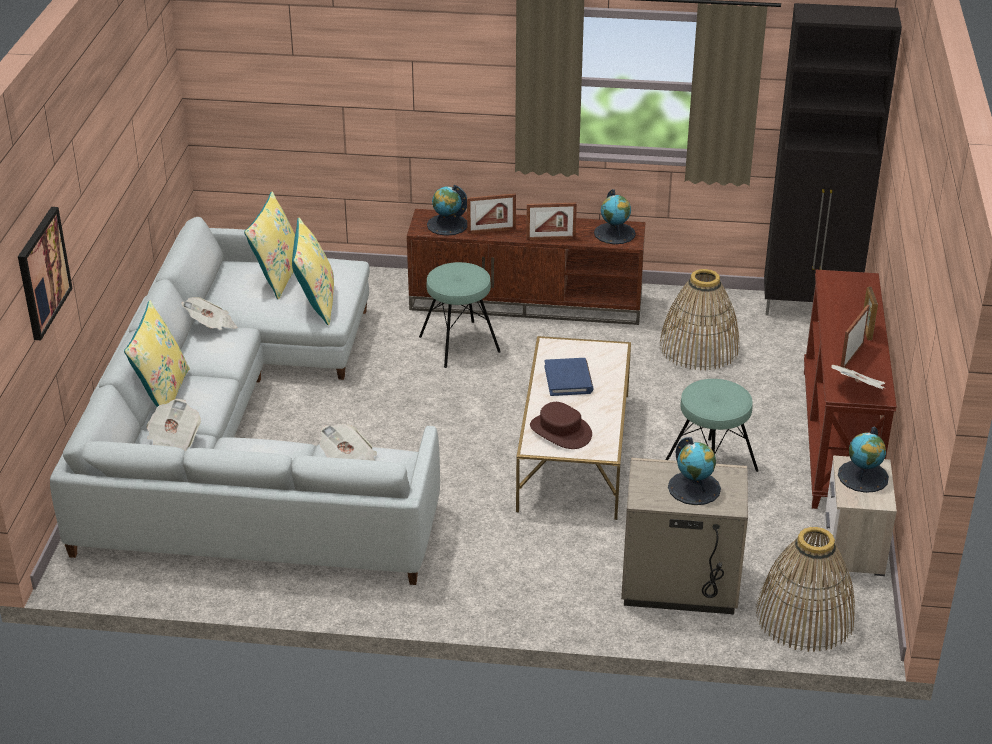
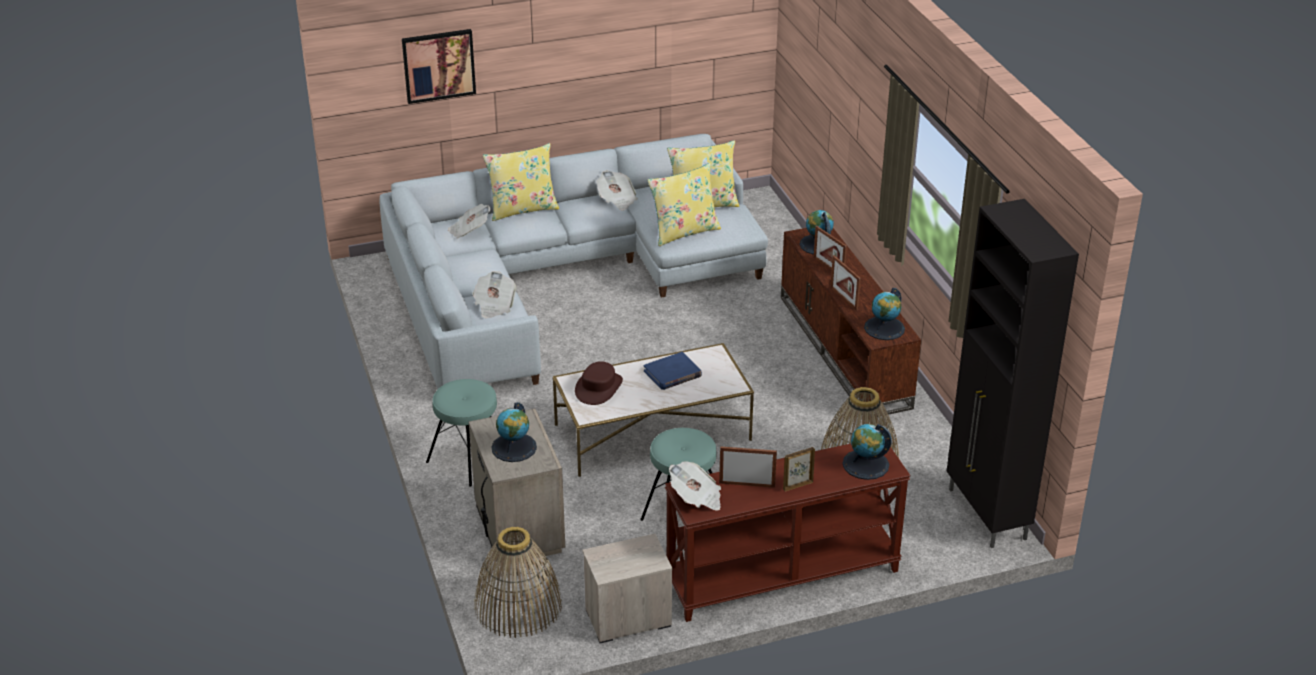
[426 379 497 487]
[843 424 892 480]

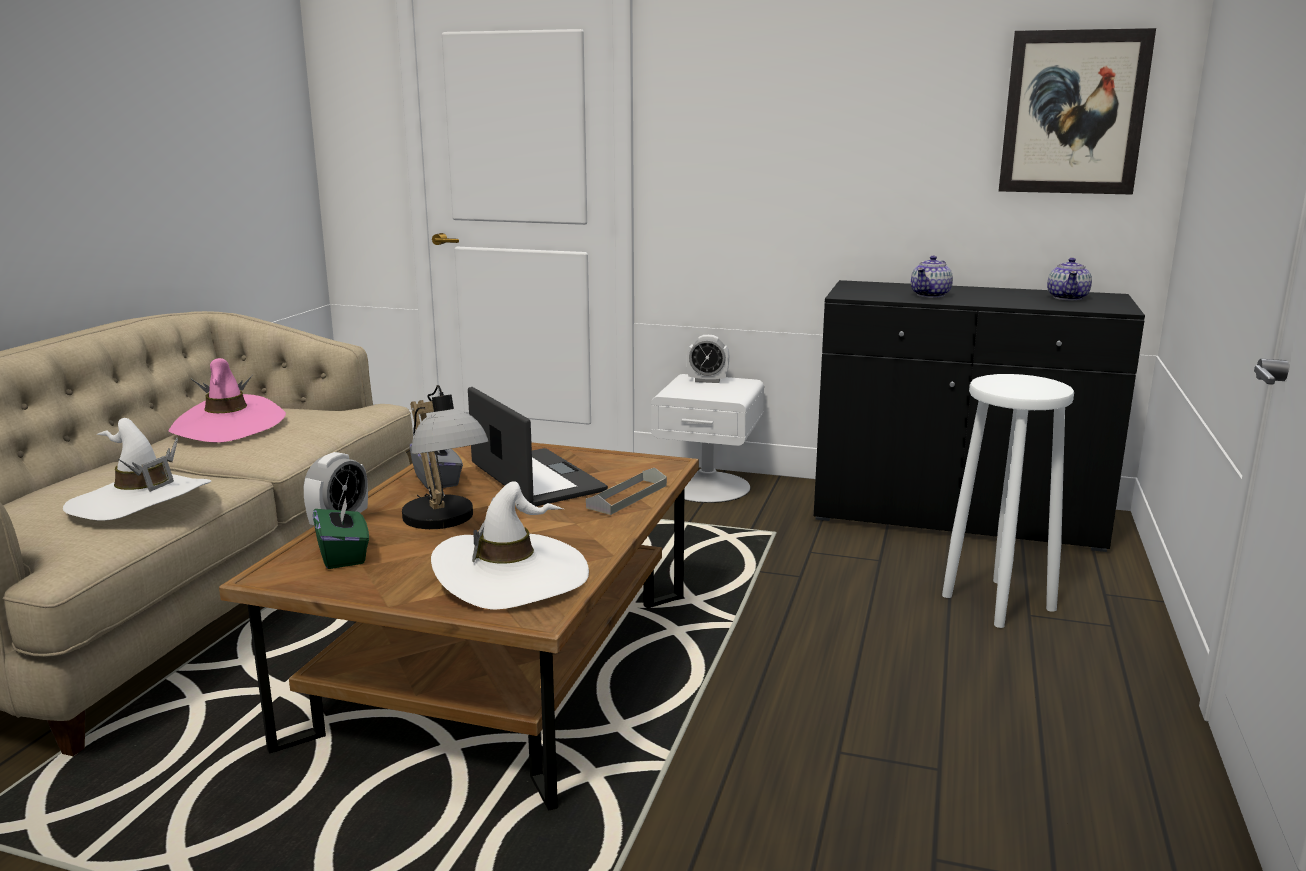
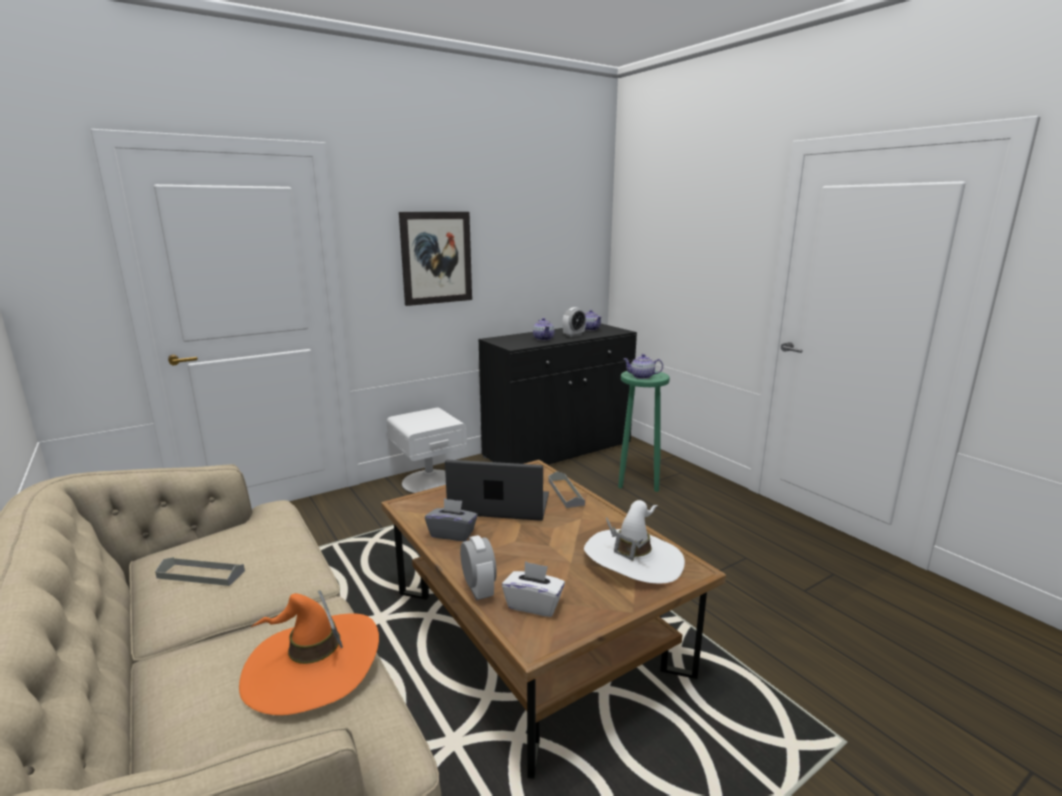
[402 385 488 529] (first image)
[623 354 663 379]
[562 307 586 337]
[399 212 472 306]
[155 557 245 586]
[239 590 379 715]
[502 561 565 617]
[618 371 670 492]

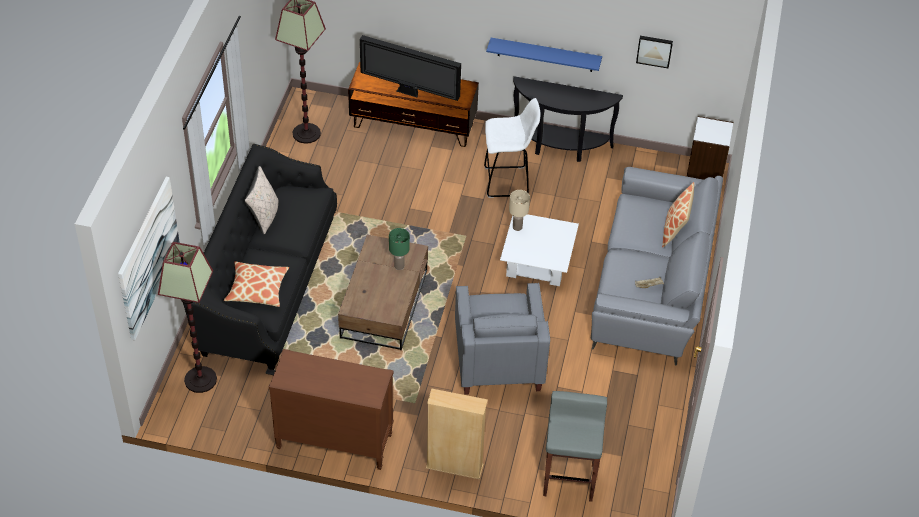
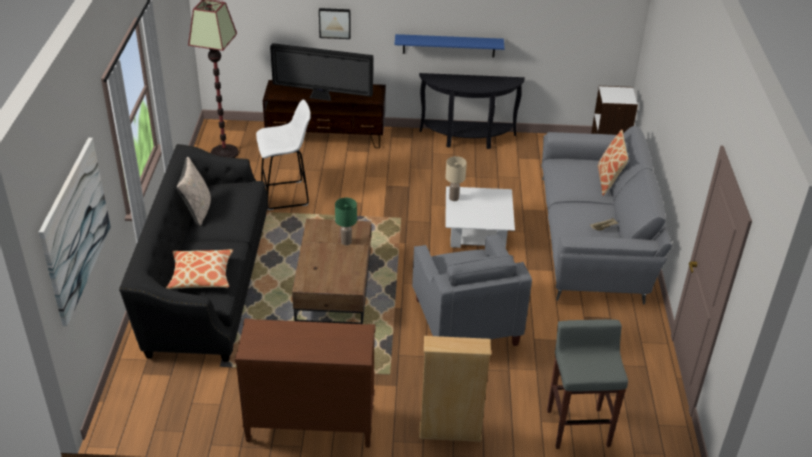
[158 242 217 393] (first image)
[256 100 311 210]
[319 8 351 39]

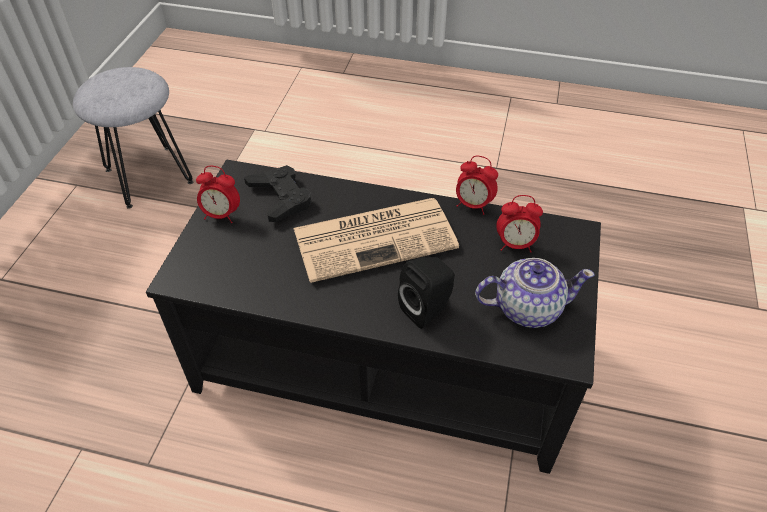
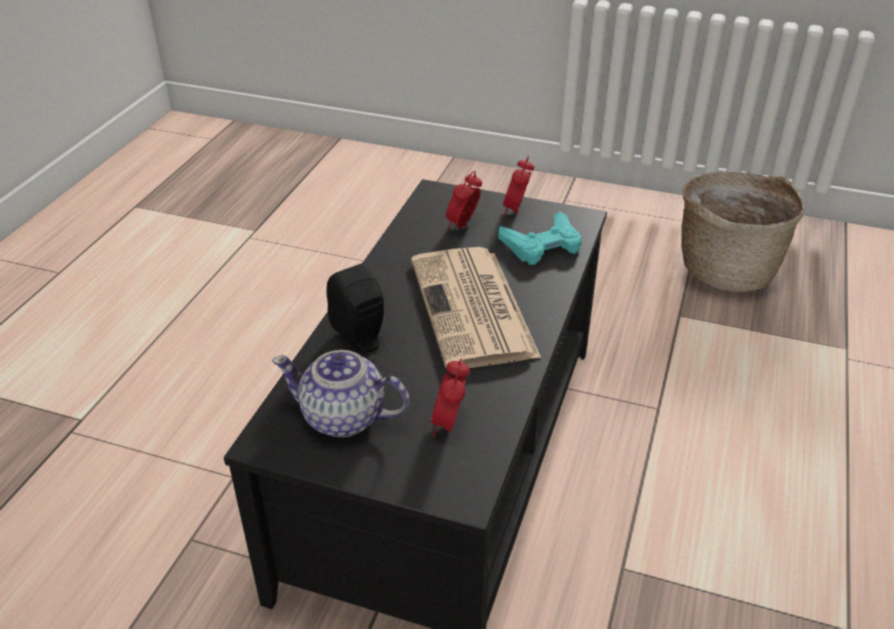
[446 171 482 230]
[681 172 804 292]
[498 211 582 265]
[272 350 409 437]

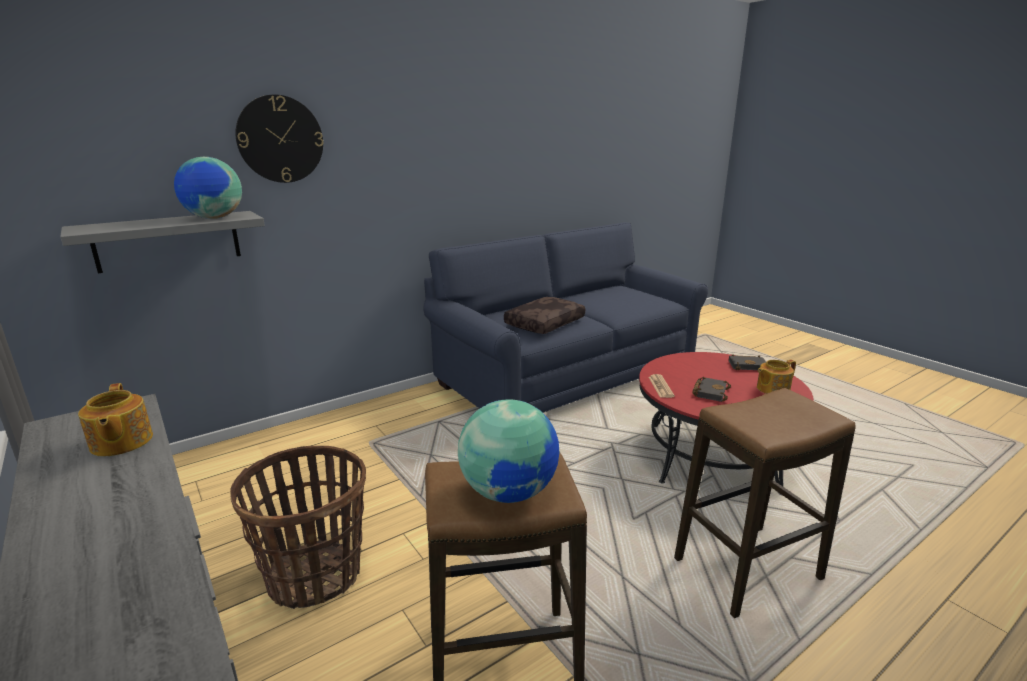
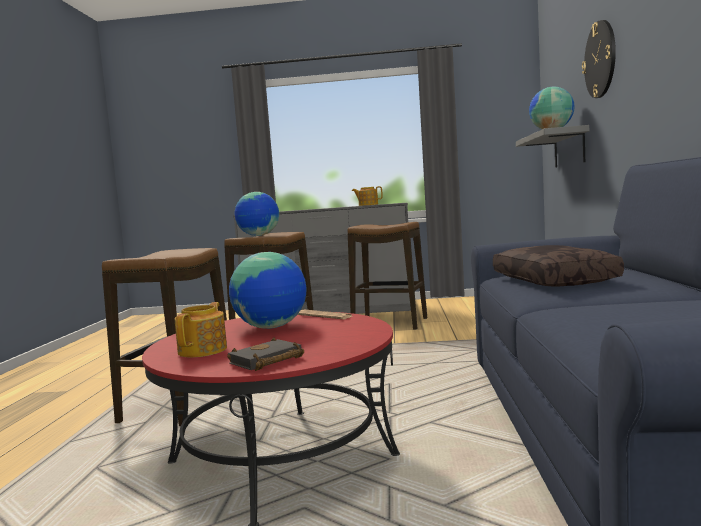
[348 222 427 330]
[229 252 306 329]

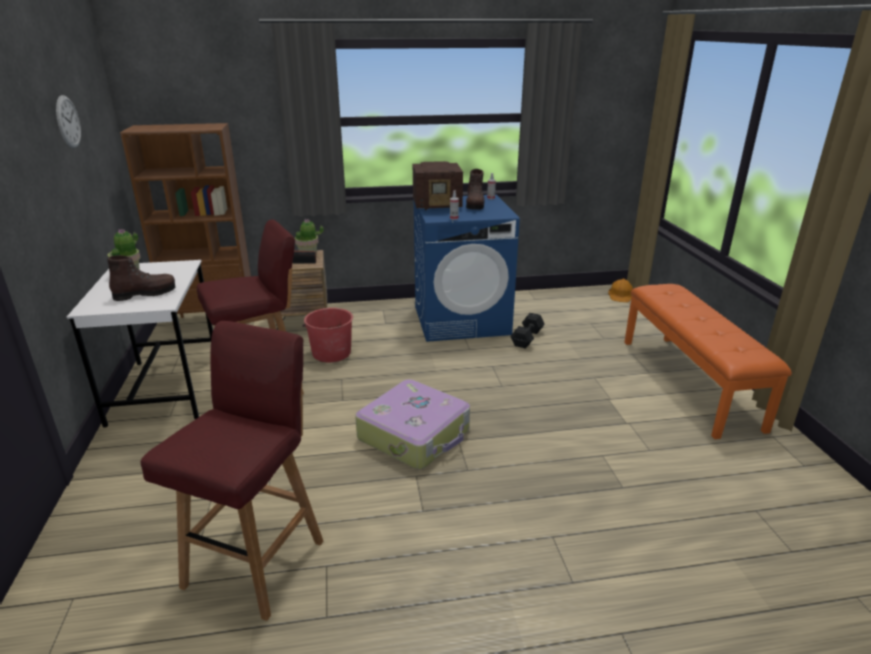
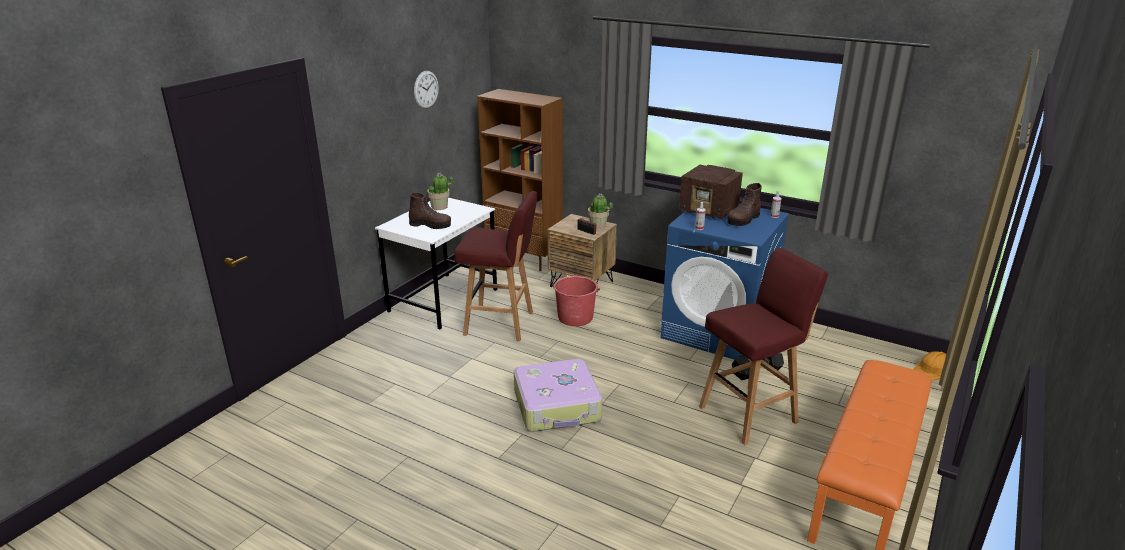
[699 248 828 445]

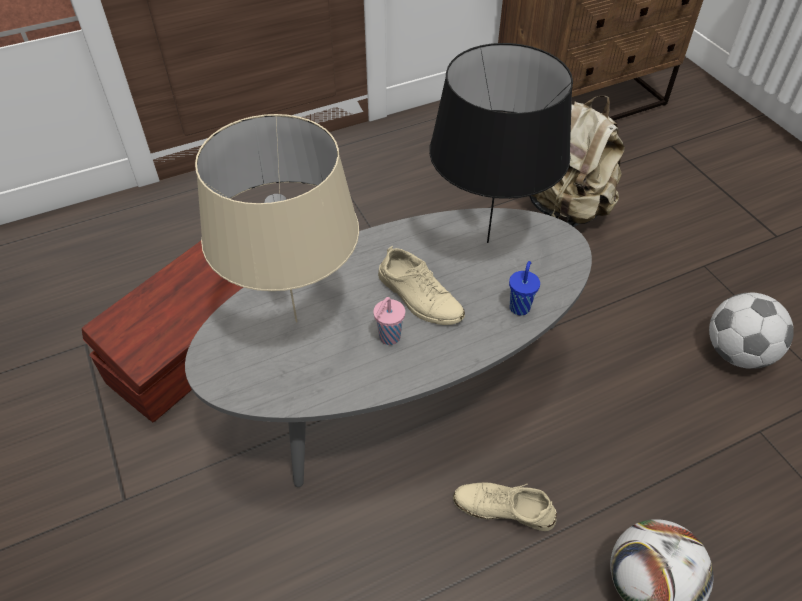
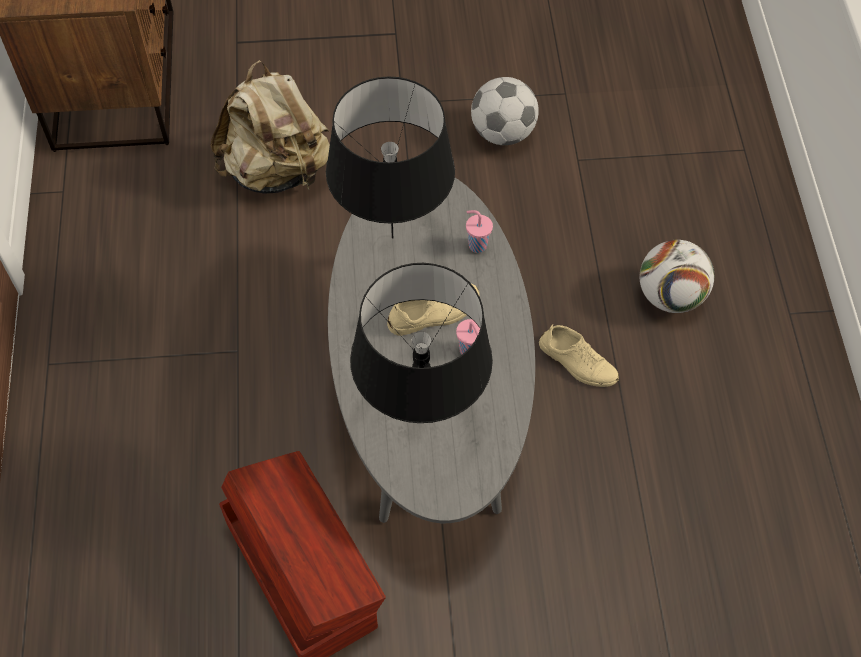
[350 263 493 423]
[466 210 493 253]
[539 325 619 387]

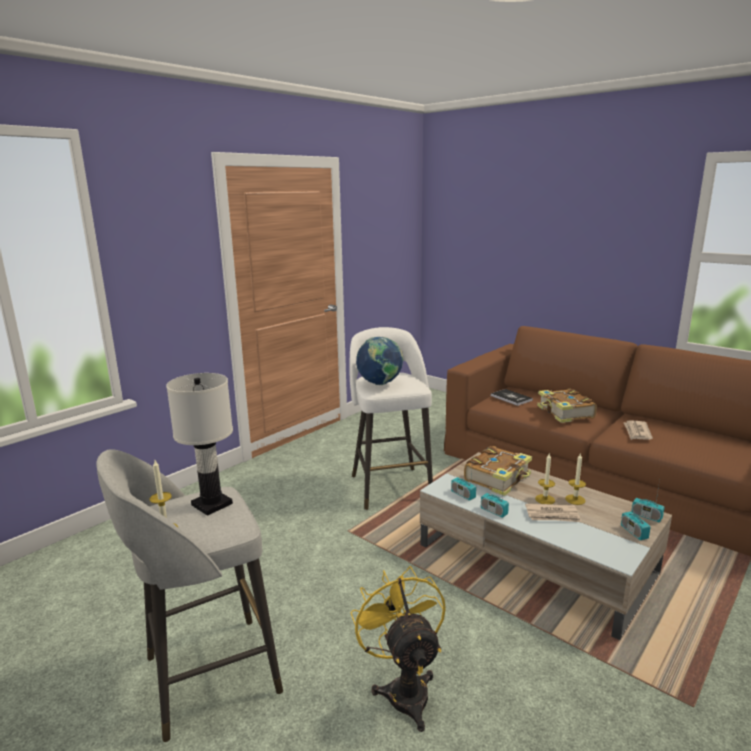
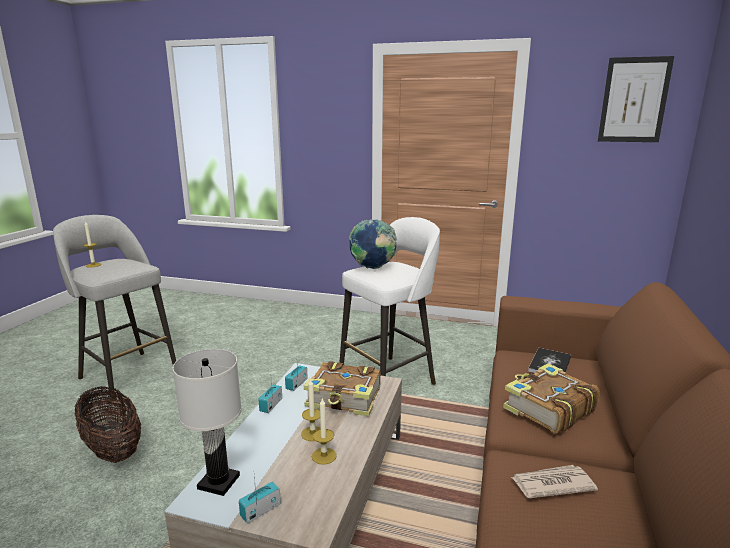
[525 503 582 522] (first image)
[631 480 664 522] (first image)
[598 56 674 142]
[173 349 242 496]
[74 386 141 463]

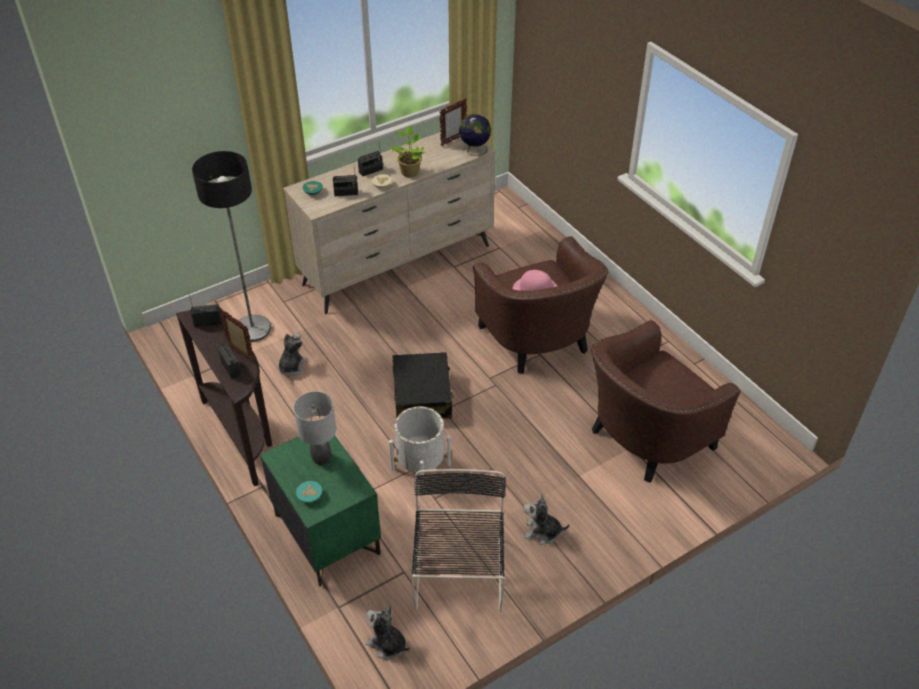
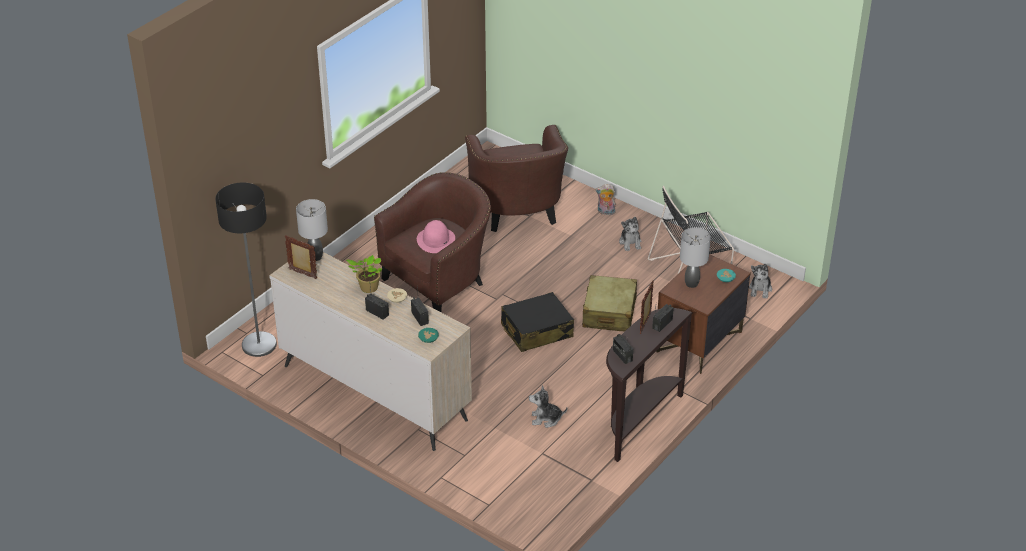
[595 184 616 215]
[215 182 277 357]
[582 275 637 332]
[296 199 328 261]
[656 254 751 374]
[465 125 568 232]

